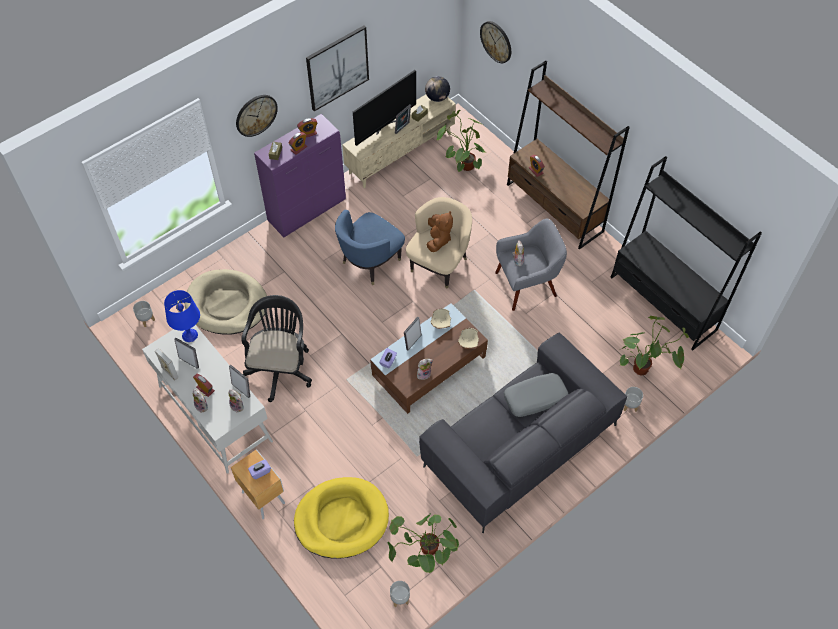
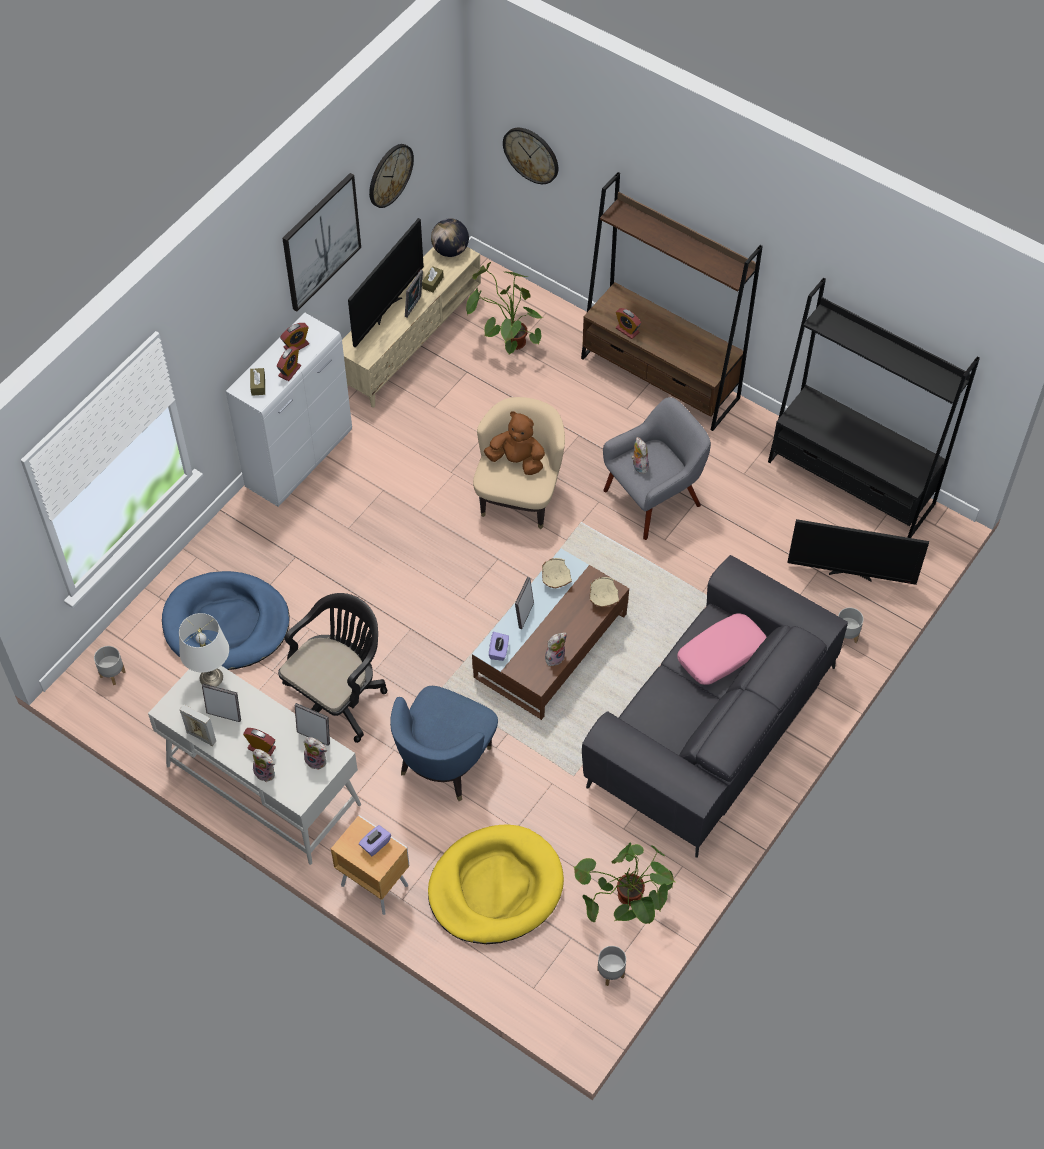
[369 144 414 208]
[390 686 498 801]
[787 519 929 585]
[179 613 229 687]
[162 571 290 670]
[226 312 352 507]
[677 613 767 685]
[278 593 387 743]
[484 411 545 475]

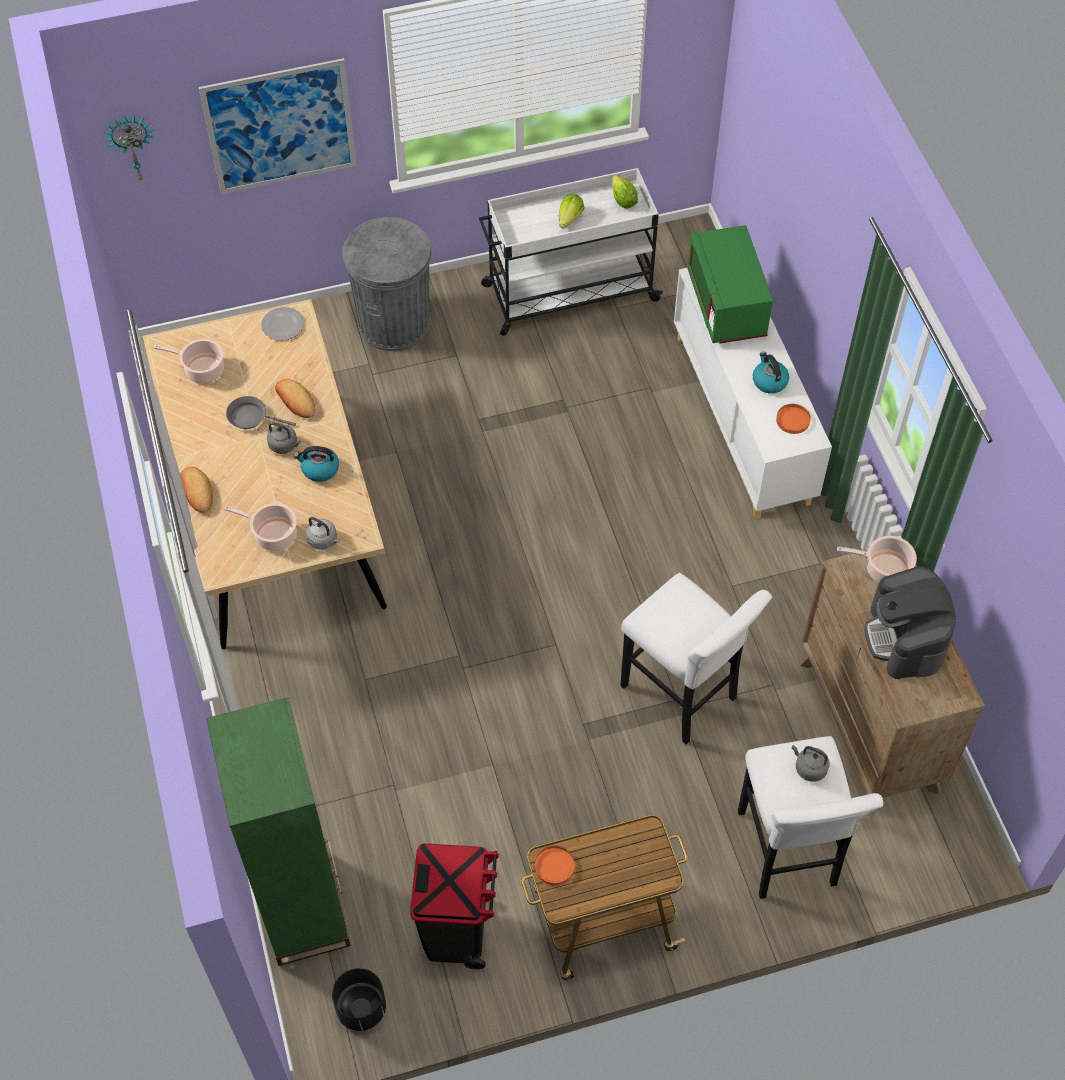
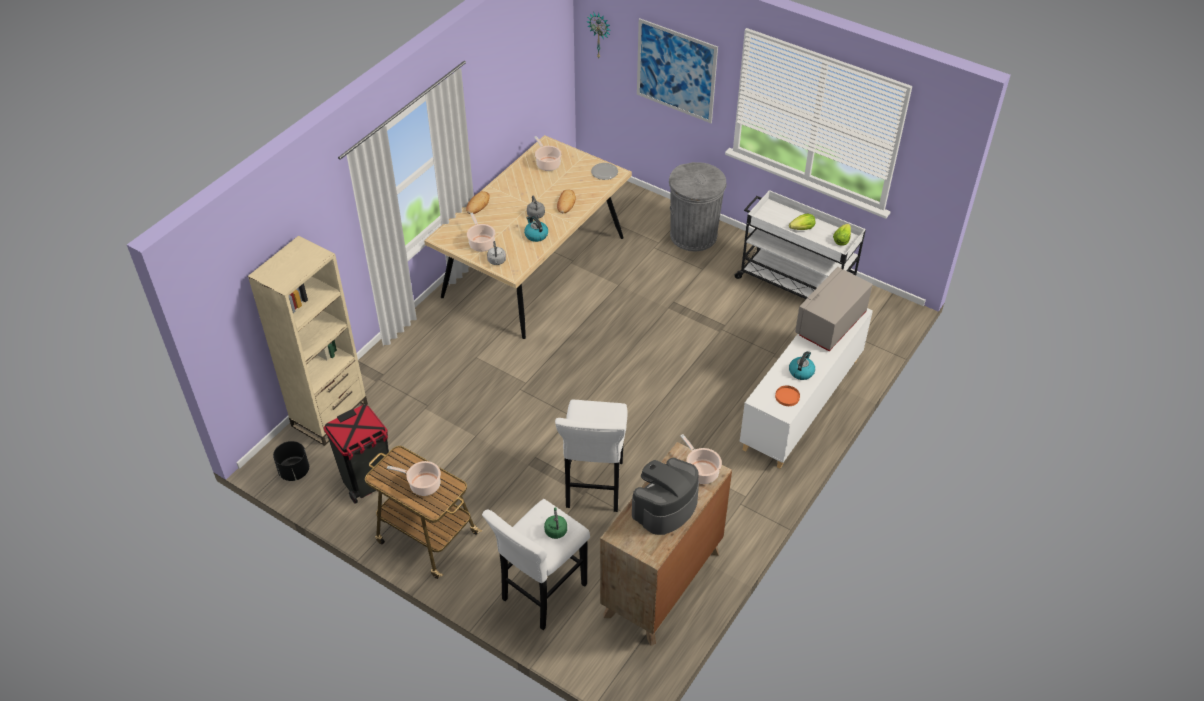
[226 396 296 429] (first image)
[535 846 575 886] (first image)
[387 461 441 496]
[248 235 368 446]
[795 267 873 351]
[544 508 567 539]

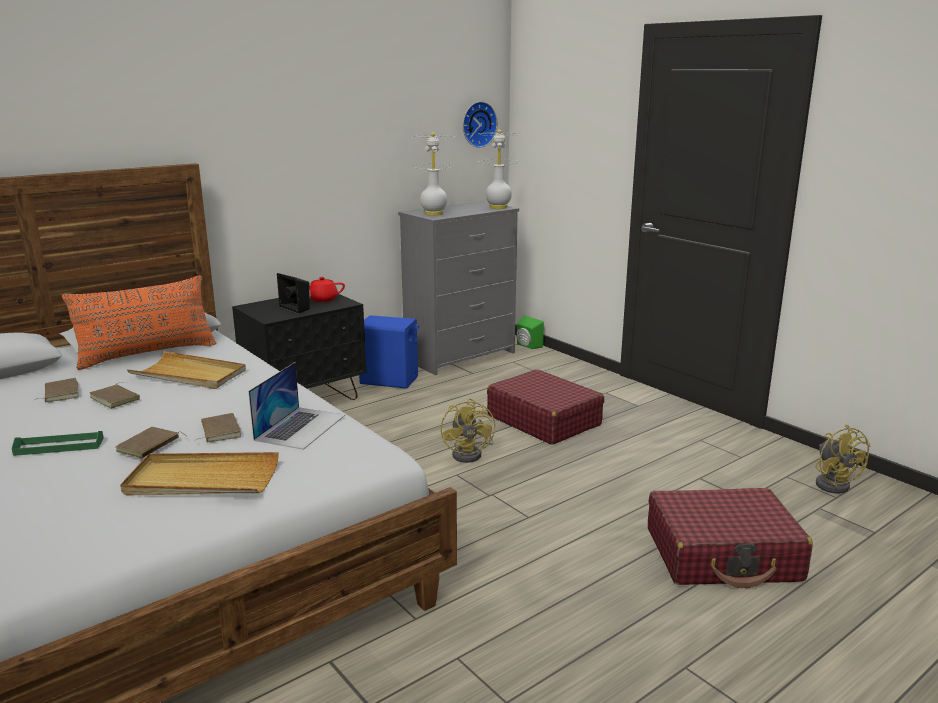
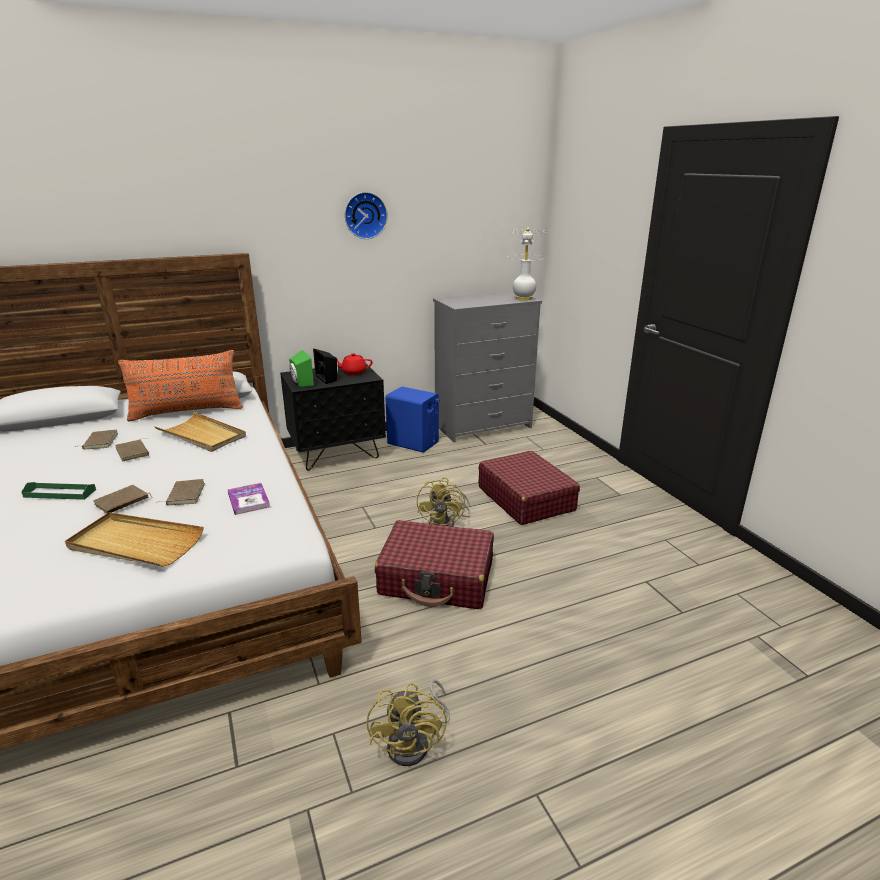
[411 132 455 215] (first image)
[345 192 387 239]
[289 350 314 387]
[375 520 494 609]
[366 680 450 766]
[228 483 270 515]

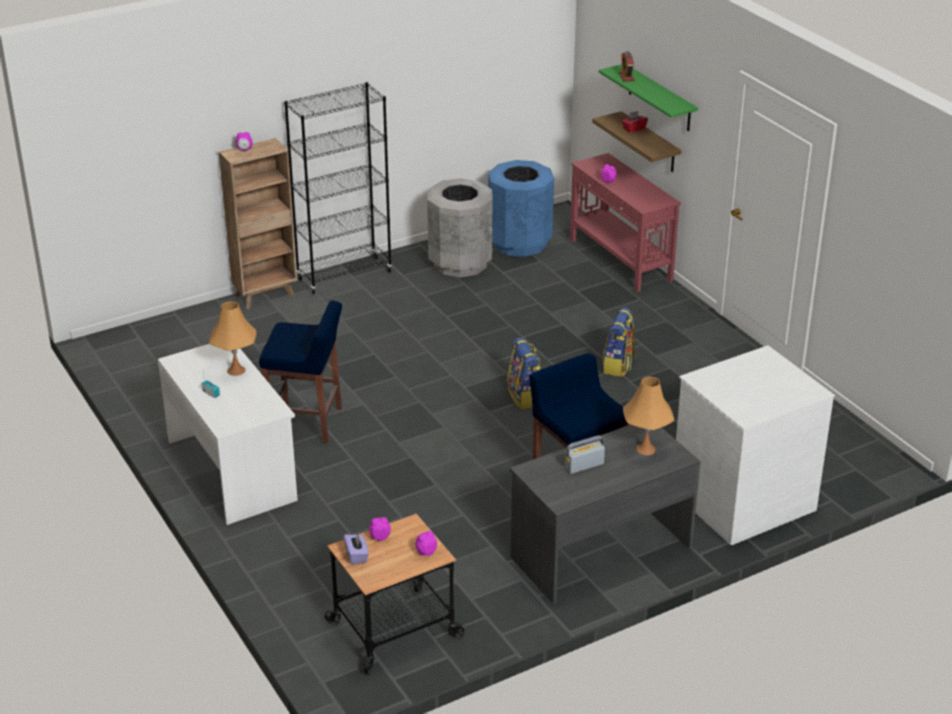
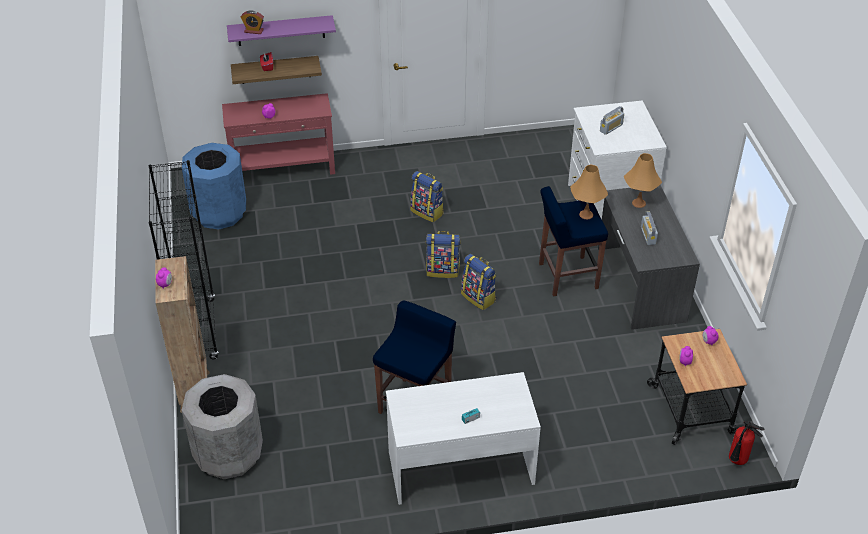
[344 534 369 565] (first image)
[461 254 496 310]
[600 106 624 135]
[729 421 765 465]
[570 165 608 219]
[182 374 263 479]
[227 15 336 46]

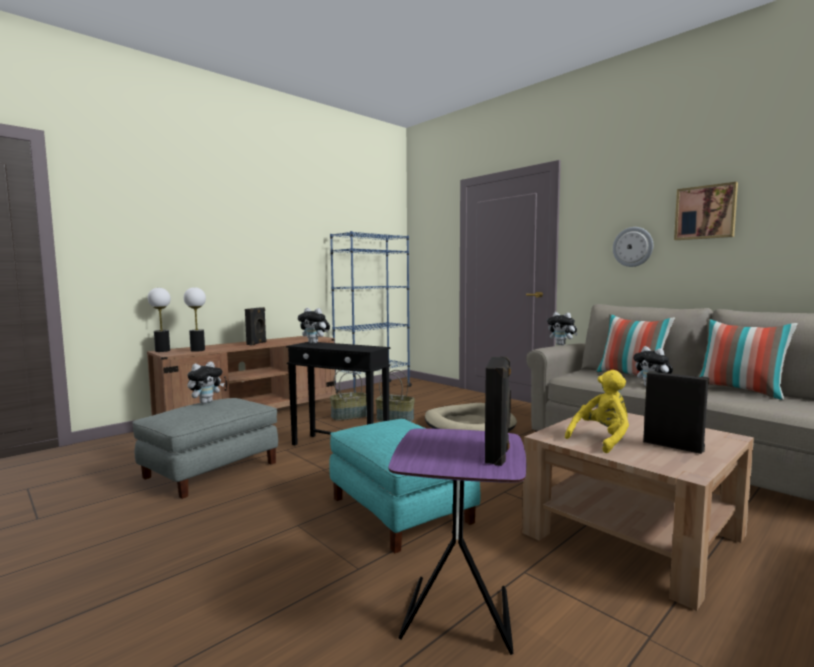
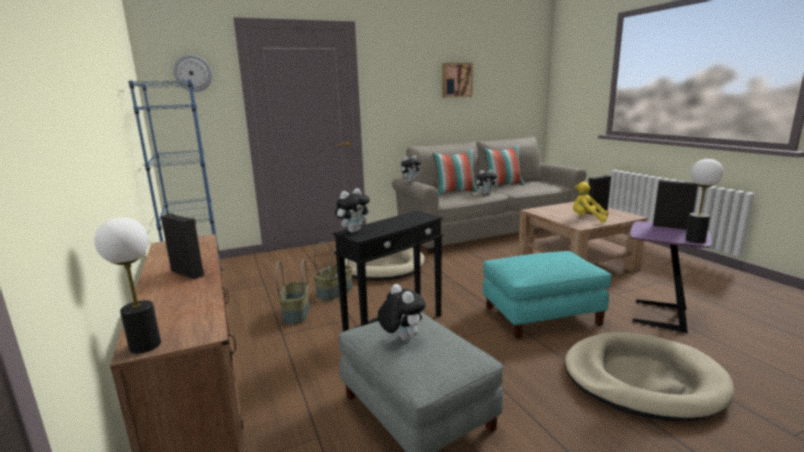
[565 332 734 422]
[685 159 723 243]
[173 54 212 92]
[573 182 608 223]

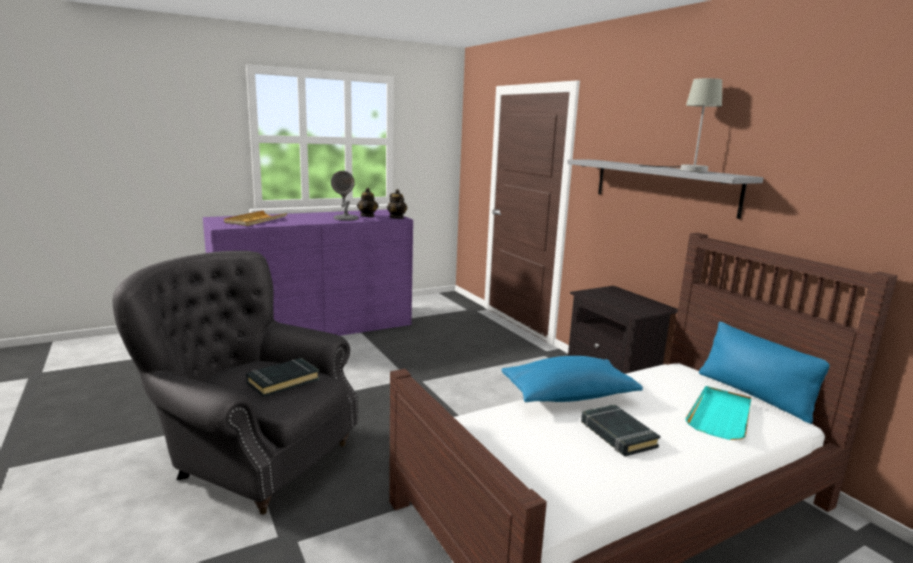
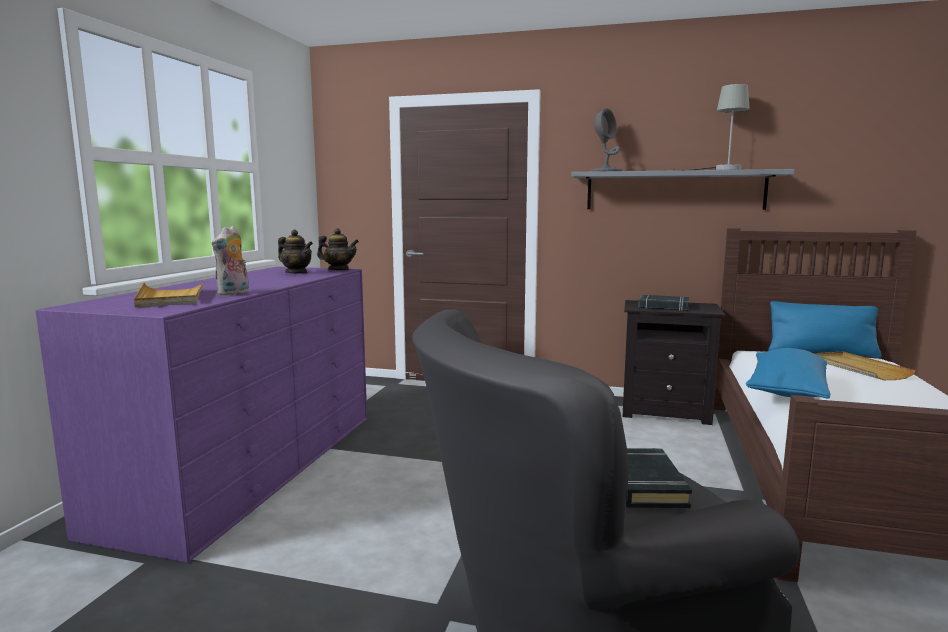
[212 226 249 296]
[590 108 622 172]
[639 295 689 310]
[814 351 916 380]

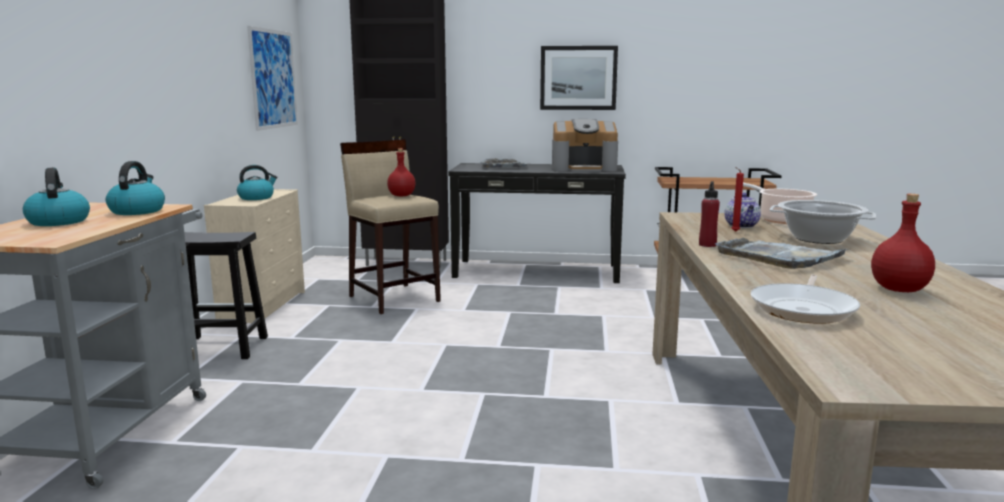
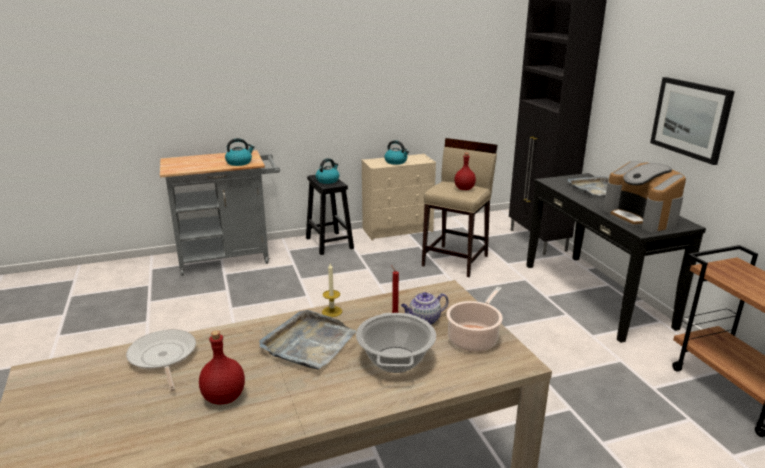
[247 26 298 131] (first image)
[315 158 339 184]
[322 263 342 317]
[126 329 196 391]

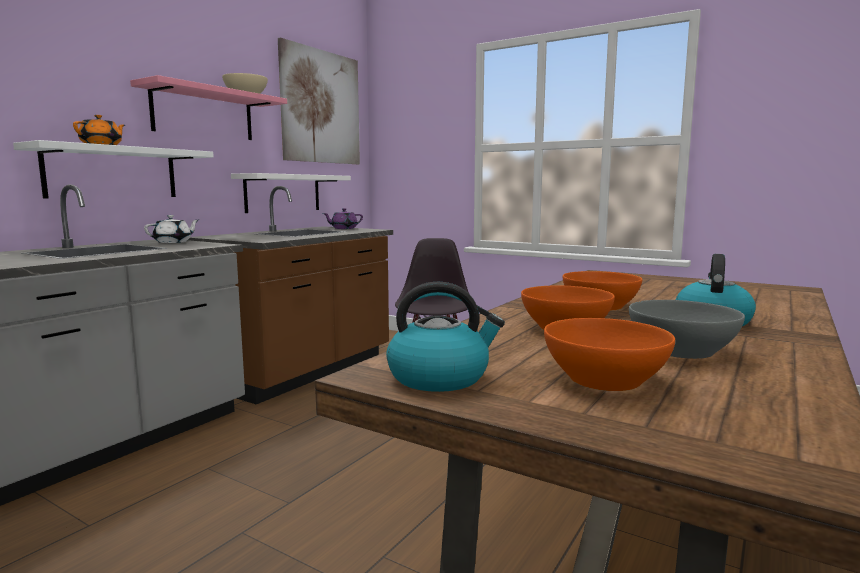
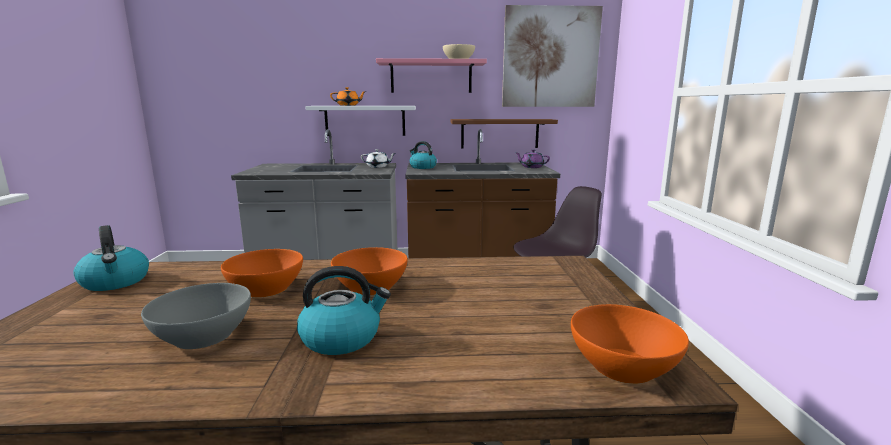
[410 141 437 169]
[571 304 689 384]
[451 119 558 148]

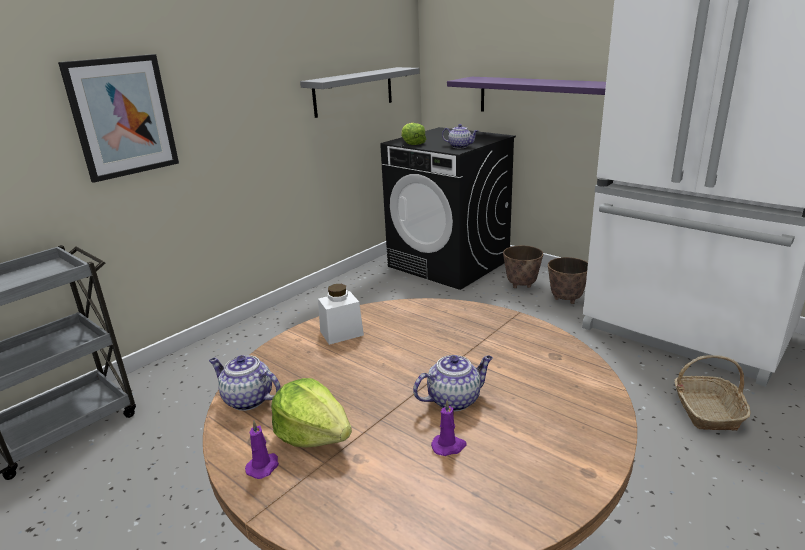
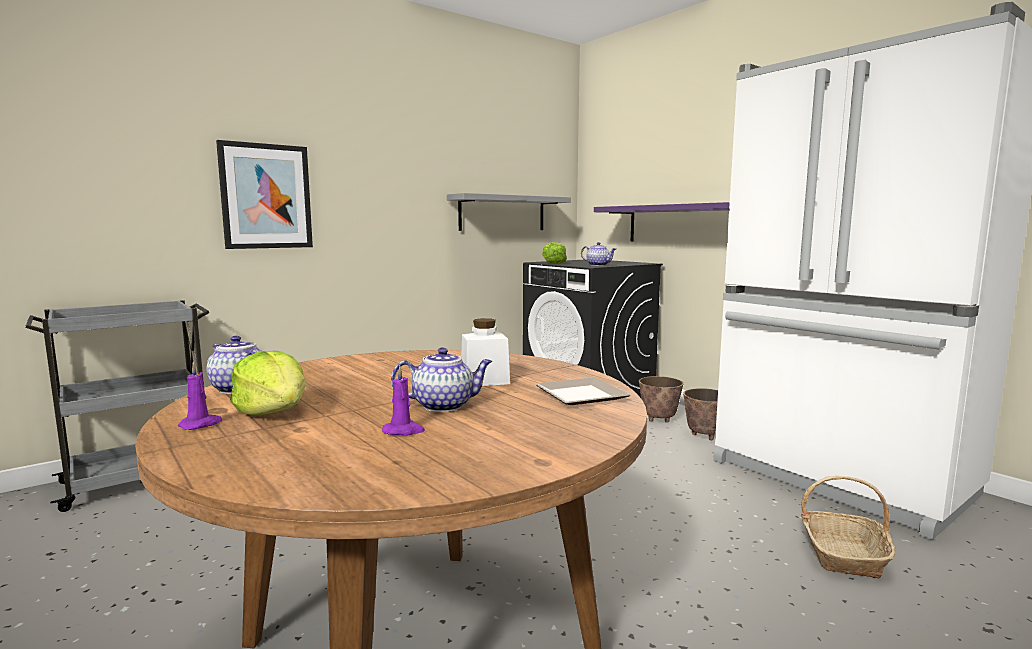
[536 377 630 405]
[461 318 510 386]

